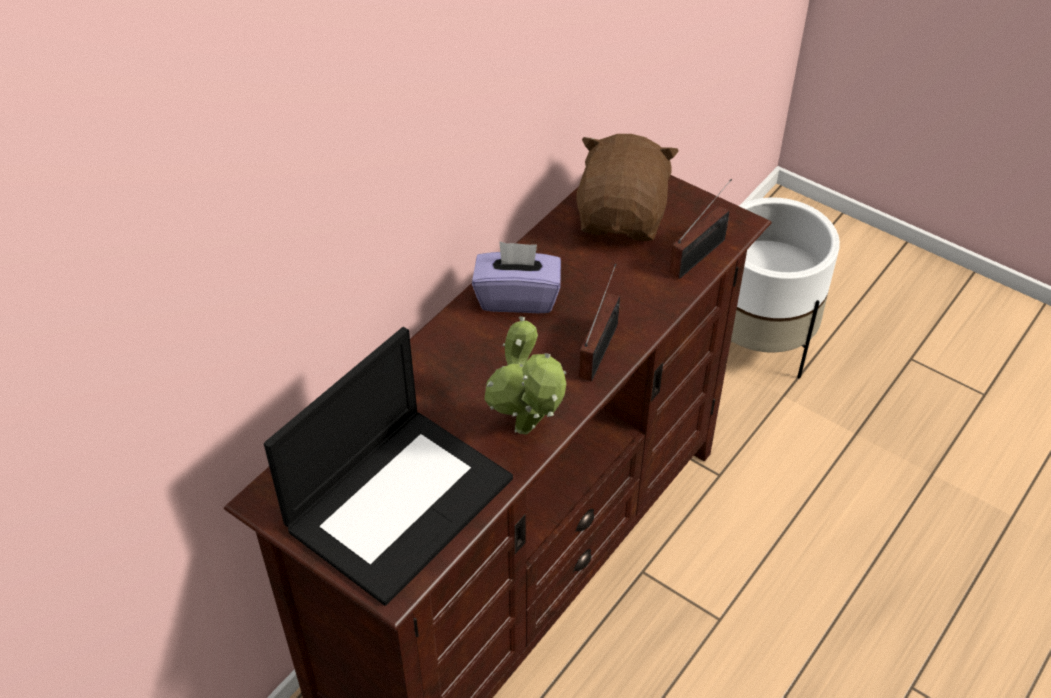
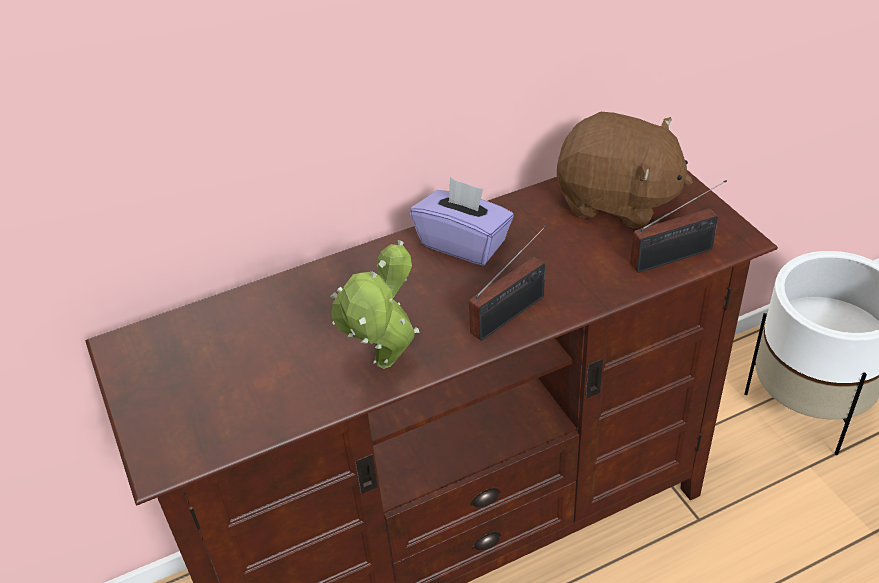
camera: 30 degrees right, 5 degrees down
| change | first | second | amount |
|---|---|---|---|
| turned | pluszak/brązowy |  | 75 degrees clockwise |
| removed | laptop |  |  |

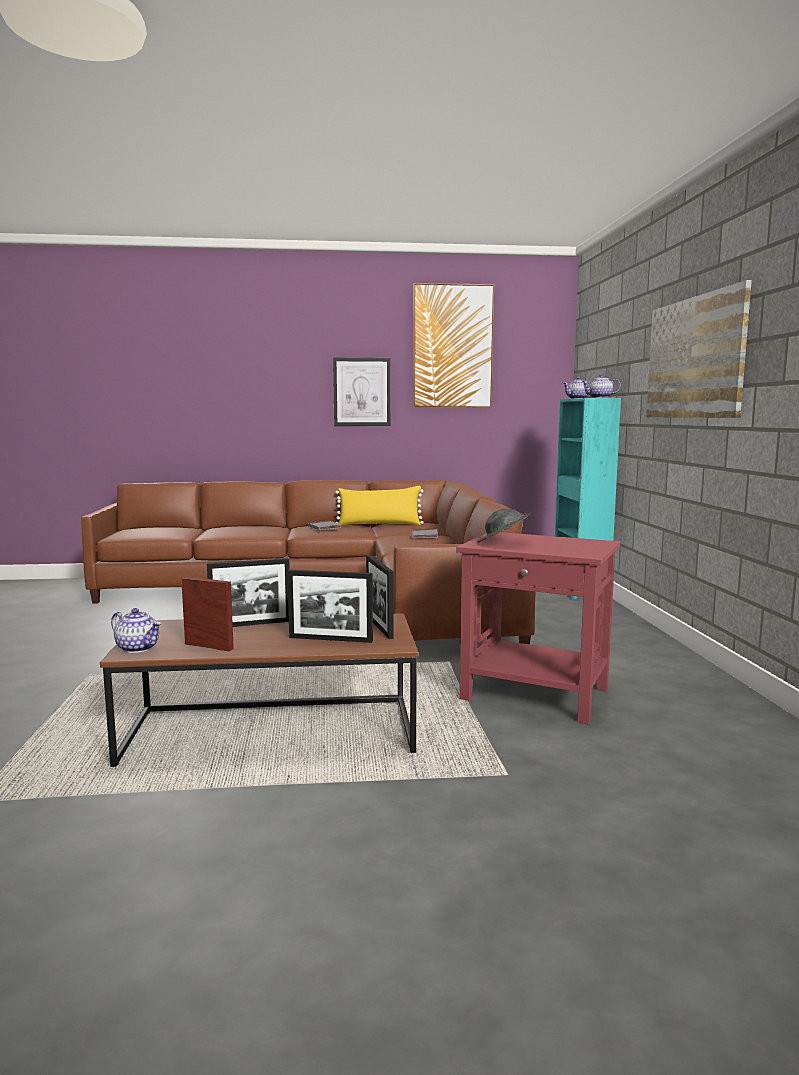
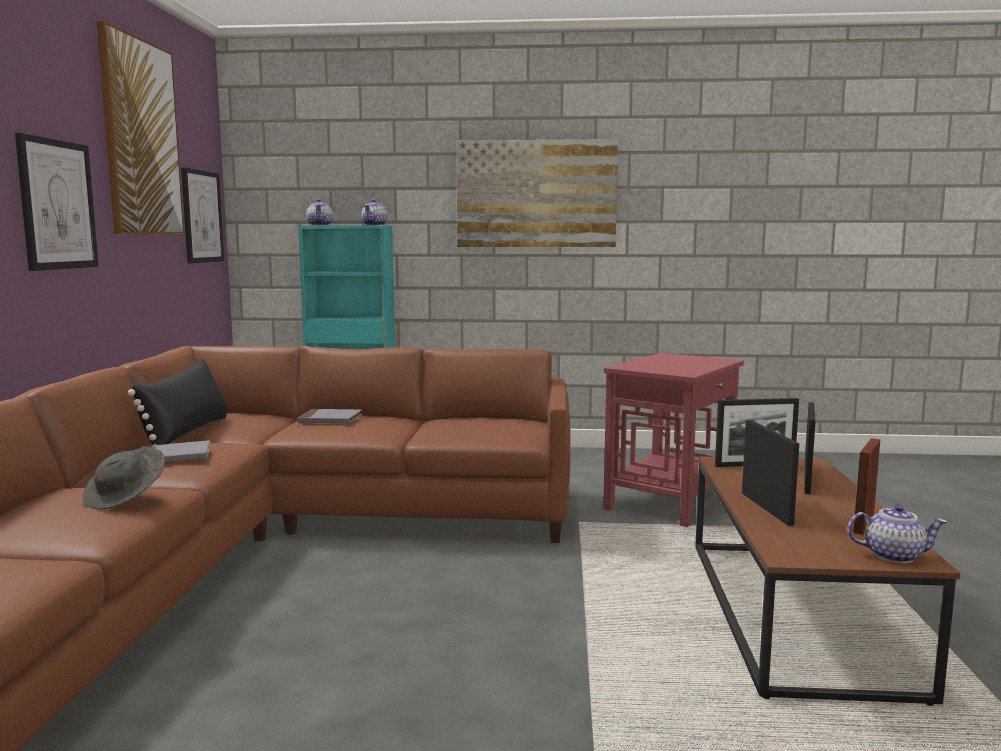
camera: 80 degrees left, 0 degrees up
| change | first | second | amount |
|---|---|---|---|
| moved | kapelusz/szary |  |  |
| recoloured | poduszka/żółty | poduszka/czarny |  |
| added |  | obraz (3rd from left) |  |
| turned | imbryk (1st from left in the first image) | imbryk (3rd from left) | 60 degrees clockwise |

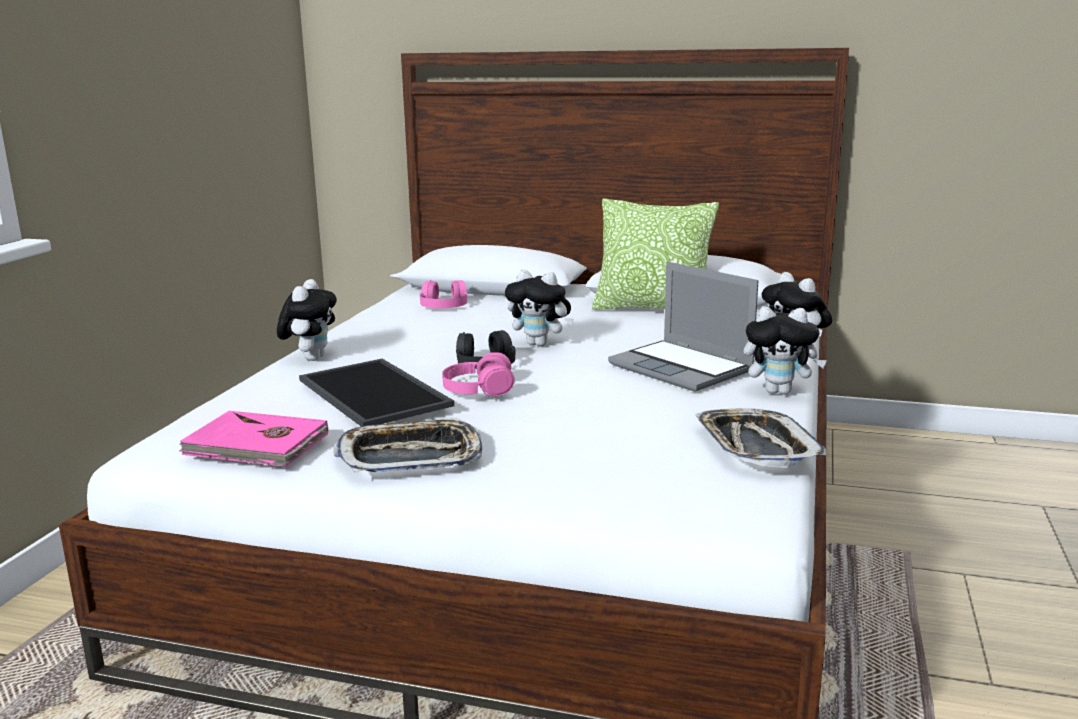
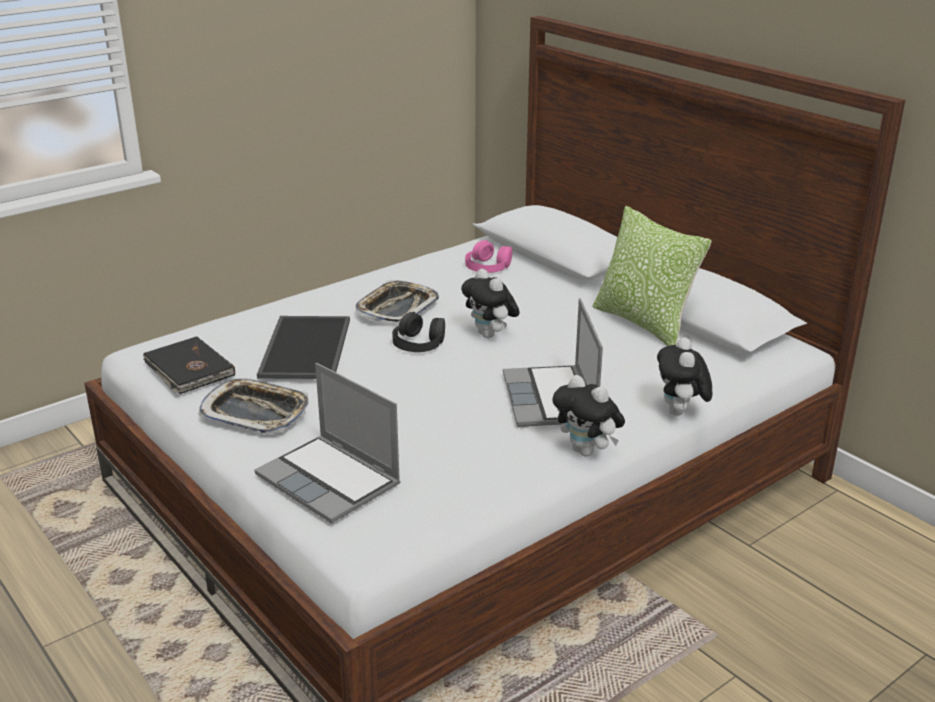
camera: 35 degrees right, 10 degrees up
| change | first | second | amount |
|---|---|---|---|
| recoloured | książka/różowy | książka/czarny |  |
| added |  | laptop (1st from left) |  |
| moved | taca (3rd from left) |  |  |
| removed | pluszak (1st from left) |  |  |
| removed | słuchawki/różowy (2nd from left) |  |  |

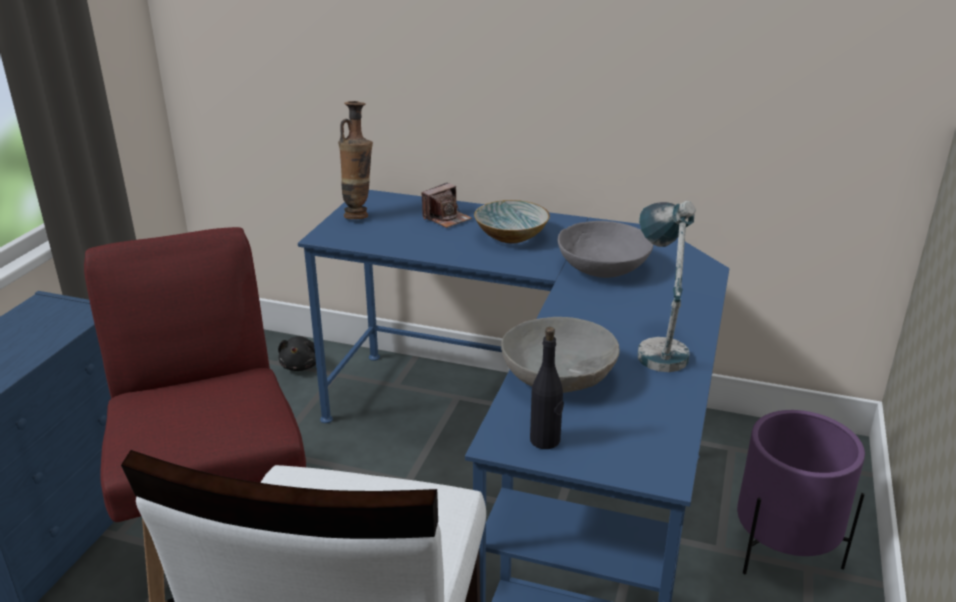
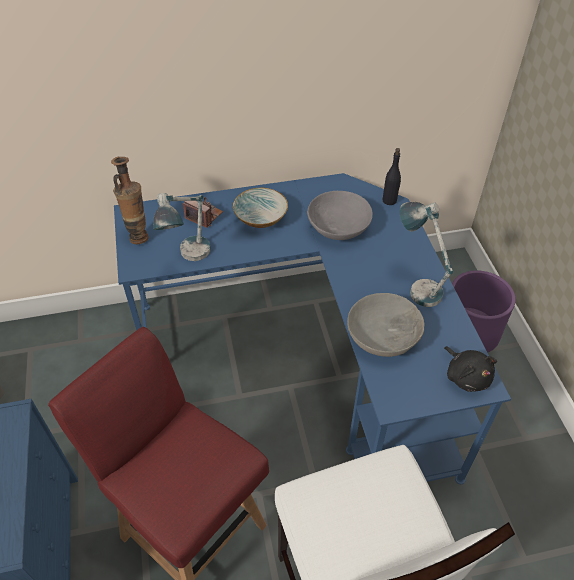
camera: 30 degrees left, 20 degrees up
| change | first | second | amount |
|---|---|---|---|
| added |  | lampa stołowa (1st from left) |  |
| turned | aparat fotograficzny |  | 75 degrees counterclockwise |
| moved | butelka/czarny |  |  |
| moved | pluszak/czarny |  |  |

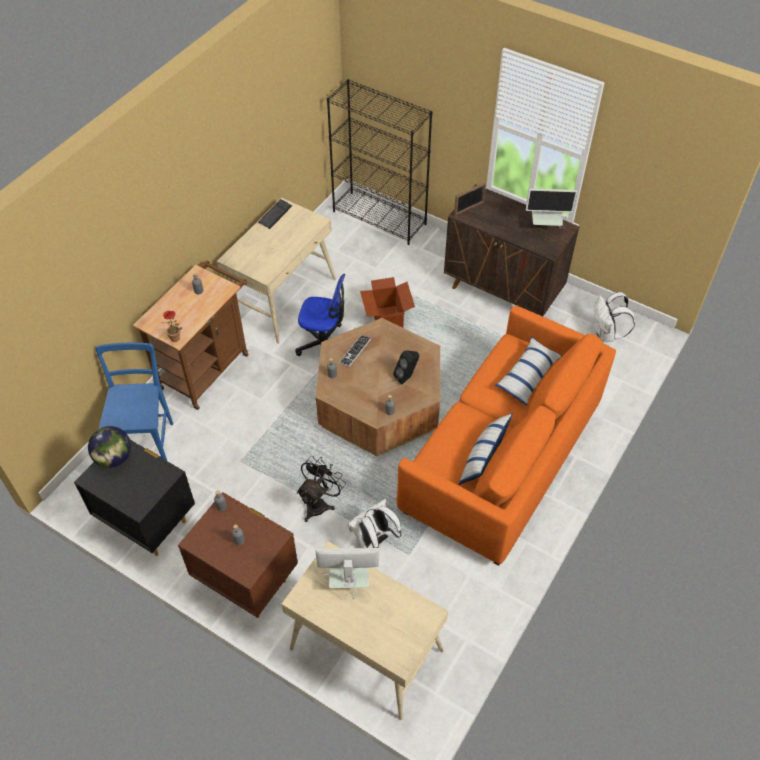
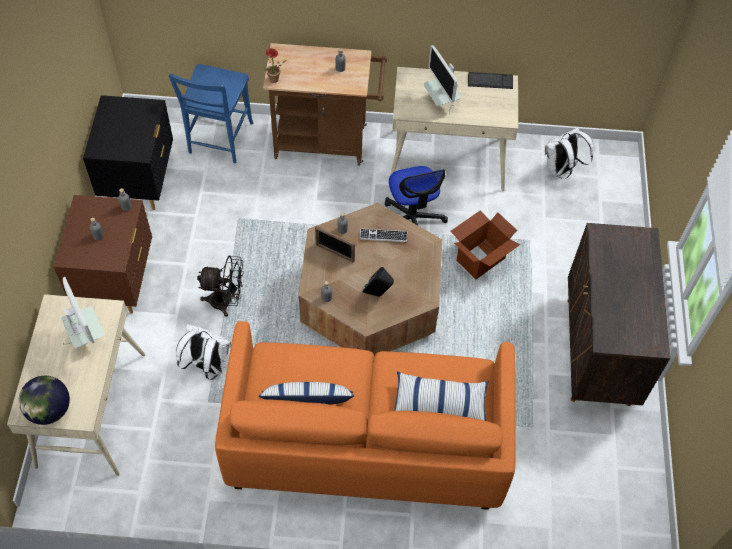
camera: 60 degrees right, 5 degrees up
| change | first | second | amount |
|---|---|---|---|
| moved | globus |  |  |
| turned | krzesło/niebieski |  | 135 degrees clockwise |
| moved | ramka na zdjęcie |  |  |
| moved | monitor (2nd from left) |  |  |
| moved | plecak/biały (2nd from left) |  |  |
| removed | regał/czarny |  |  |

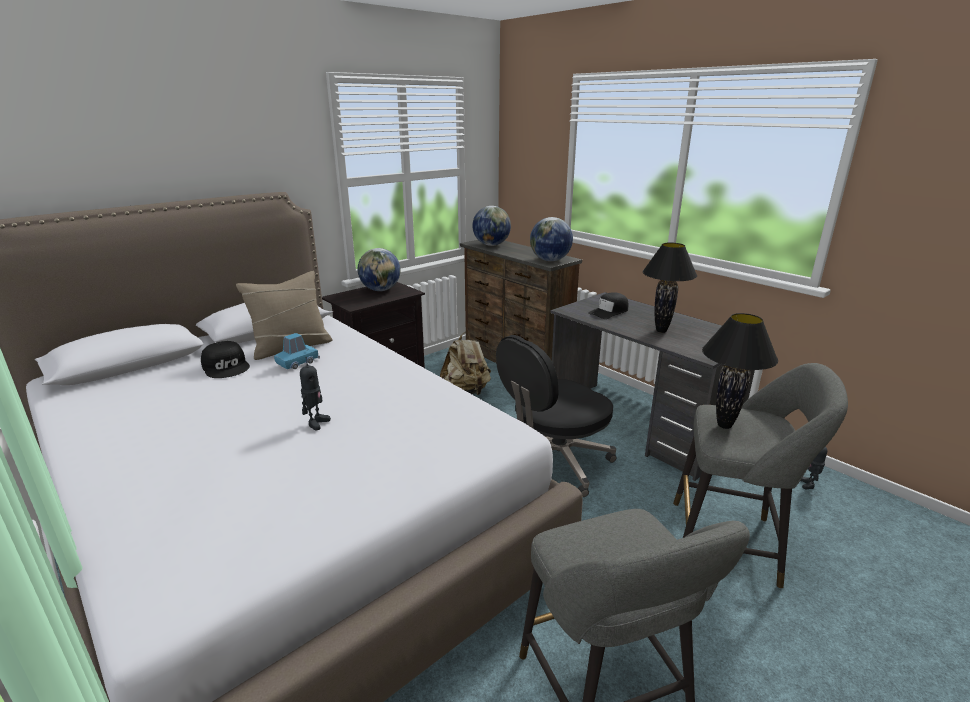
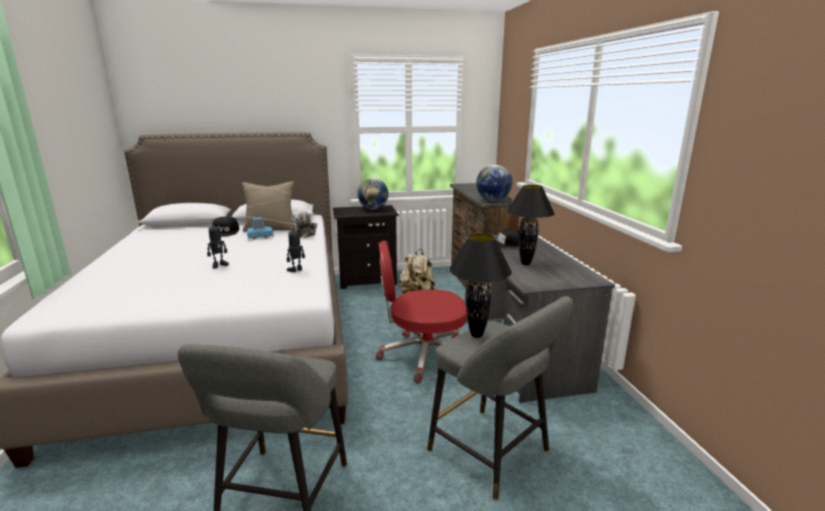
camera: 30 degrees right, 5 degrees down
| change | first | second | amount |
|---|---|---|---|
| moved | robot zabawkowy (2nd from left) |  |  |
| added |  | pluszak |  |
| recoloured | krzesło biurowe/czarny | krzesło biurowe/czerwony |  |
| removed | globus (2nd from left) |  |  |

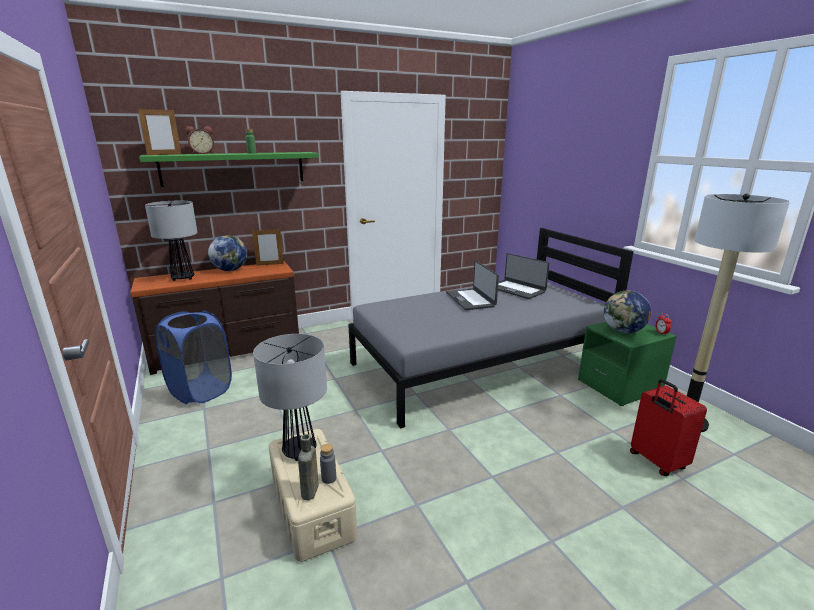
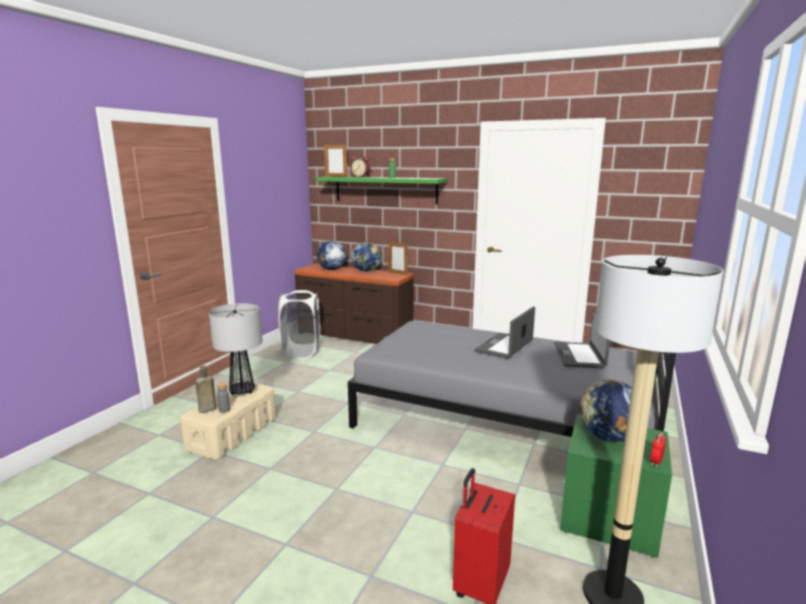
camera: 50 degrees right, 5 degrees down
| change | first | second | amount |
|---|---|---|---|
| recoloured | kosz na pranie/niebieski | kosz na pranie/biały |  |
| replaced | lampa stołowa (1st from left) | globus (1st from left) |  |

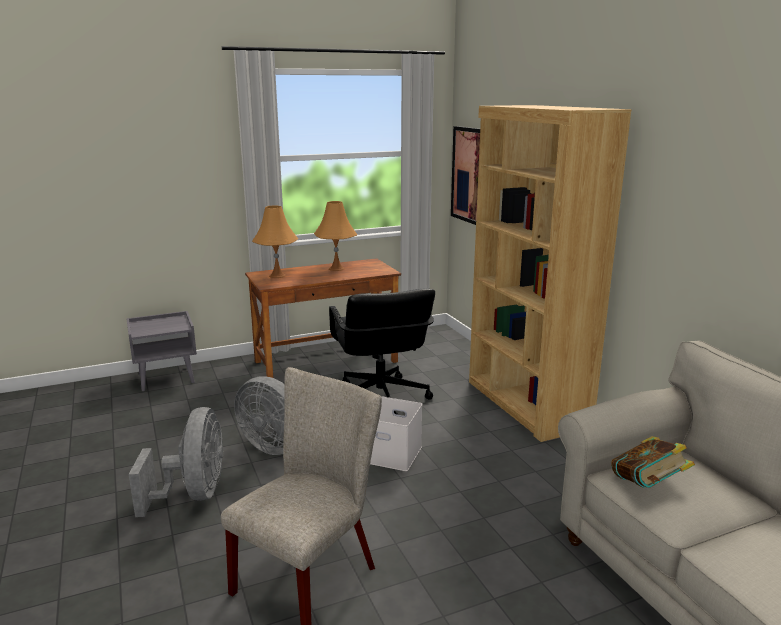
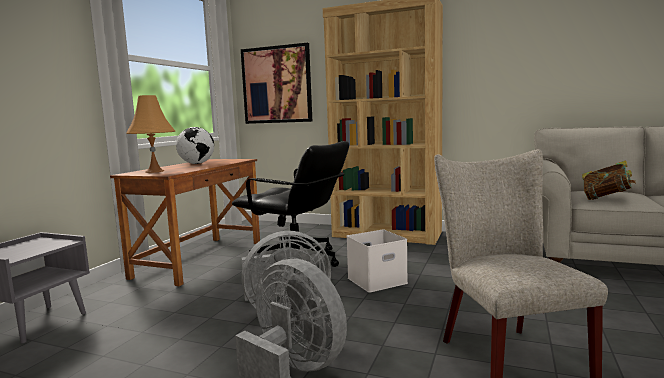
camera: 45 degrees left, 10 degrees down
| change | first | second | amount |
|---|---|---|---|
| replaced | lampa stołowa/pomarańczowy (2nd from left) | globus |  |

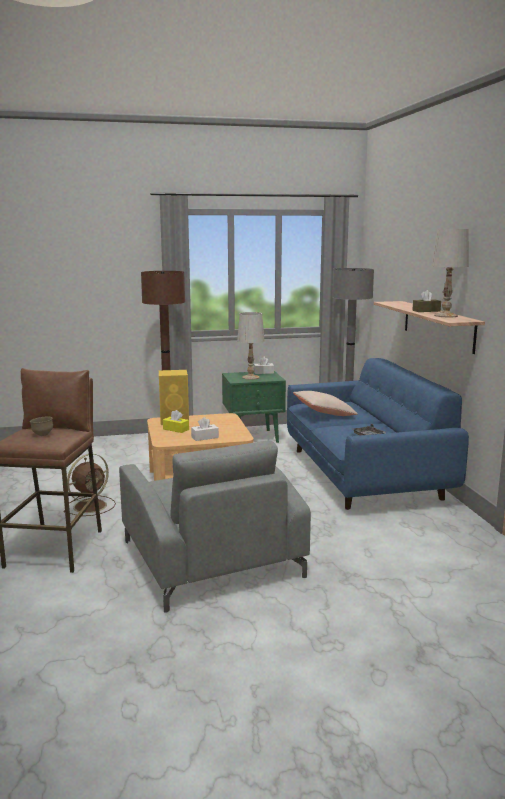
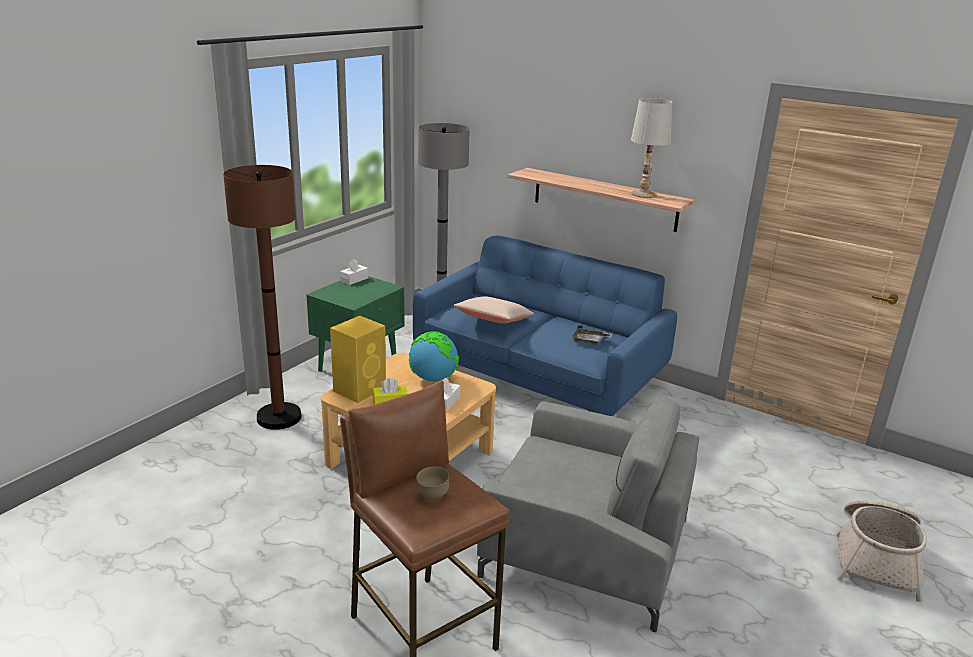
camera: 45 degrees left, 10 degrees up
| change | first | second | amount |
|---|---|---|---|
| added |  | globus |  |
| added |  | koszyk |  |
| removed | wentylator/brązowy |  |  |
| removed | lampa stołowa/biały (1st from left) |  |  |
| removed | pudełko chusteczek/brązowy |  |  |

